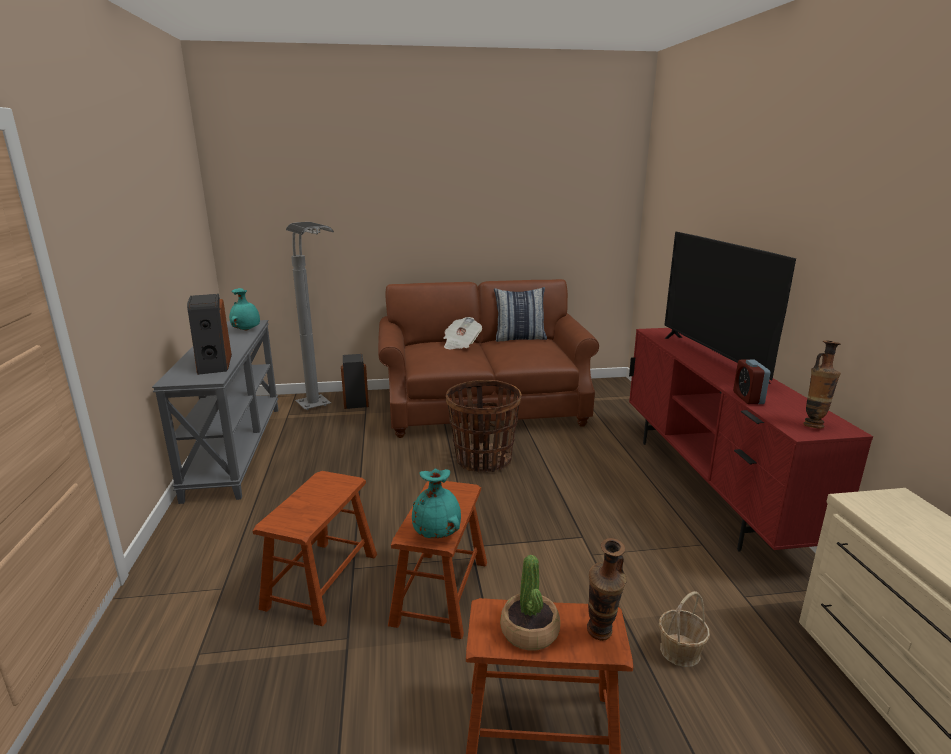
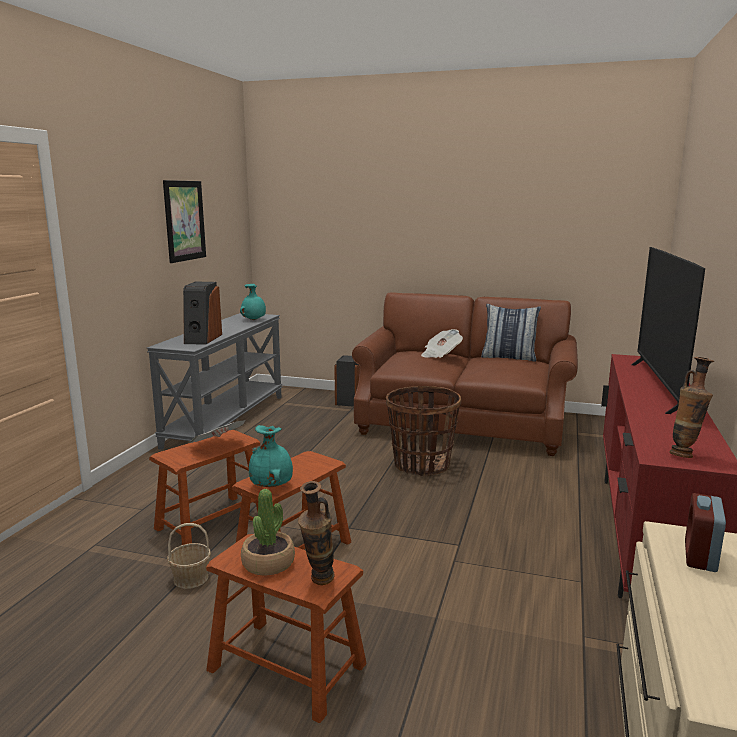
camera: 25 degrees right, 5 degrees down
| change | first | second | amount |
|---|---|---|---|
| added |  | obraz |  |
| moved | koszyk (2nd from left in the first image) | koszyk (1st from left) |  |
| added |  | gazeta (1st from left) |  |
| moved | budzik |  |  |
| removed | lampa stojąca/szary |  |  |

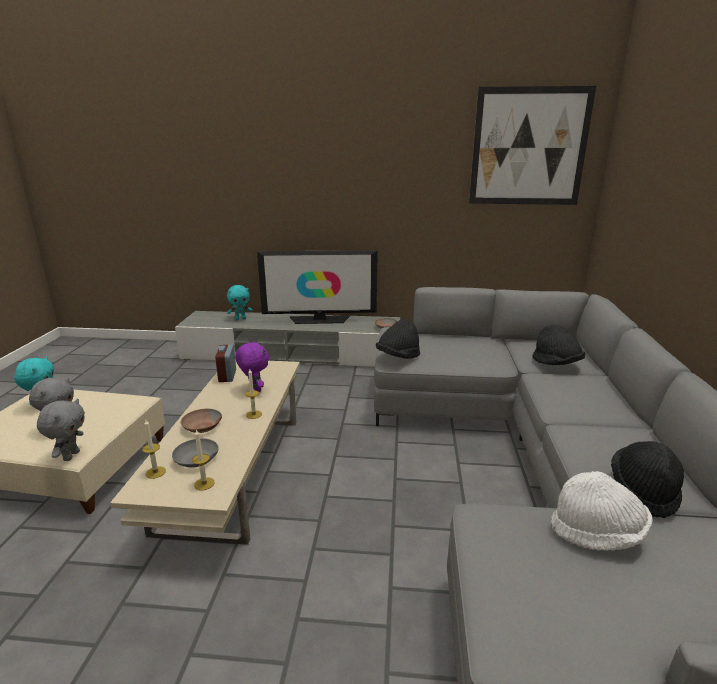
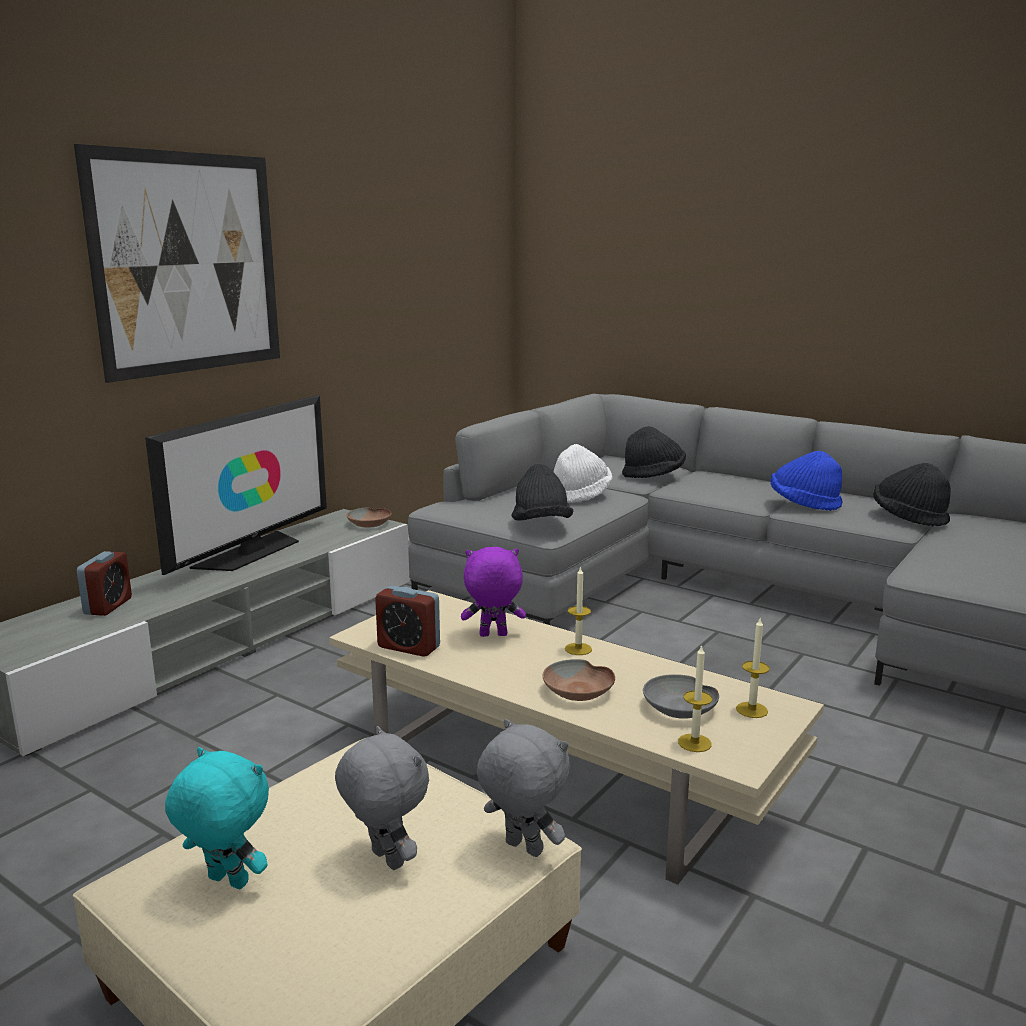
camera: 60 degrees left, 5 degrees down
| change | first | second | amount |
|---|---|---|---|
| moved | obraz |  |  |
| replaced | pluszak/turkusowy (2nd from left) | budzik (1st from left) |  |
| moved | kapelusz/biały |  |  |
| added |  | kapelusz/niebieski |  |

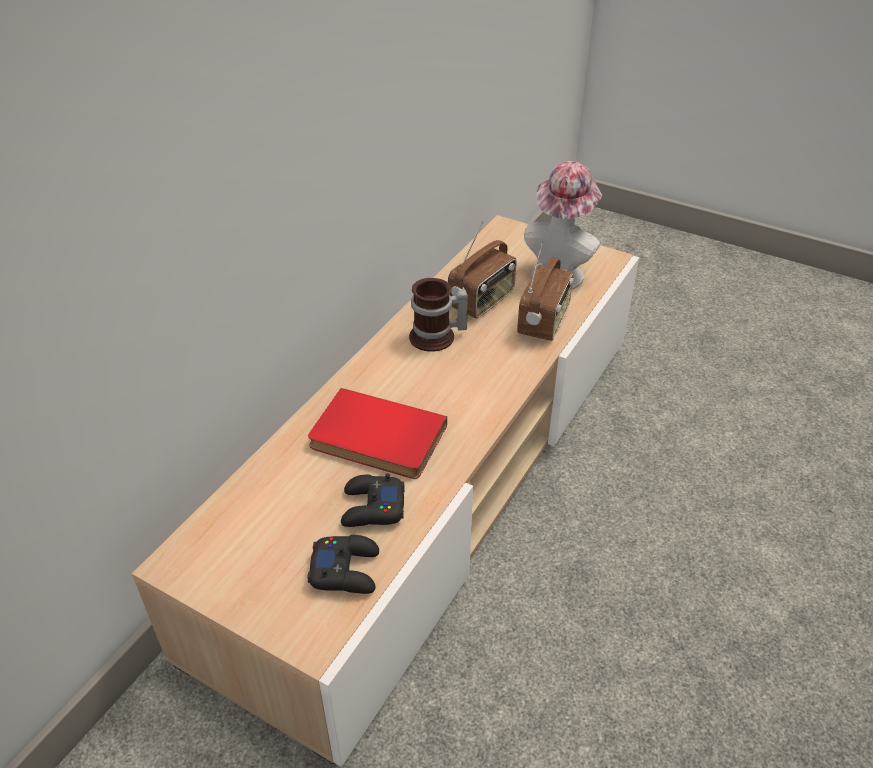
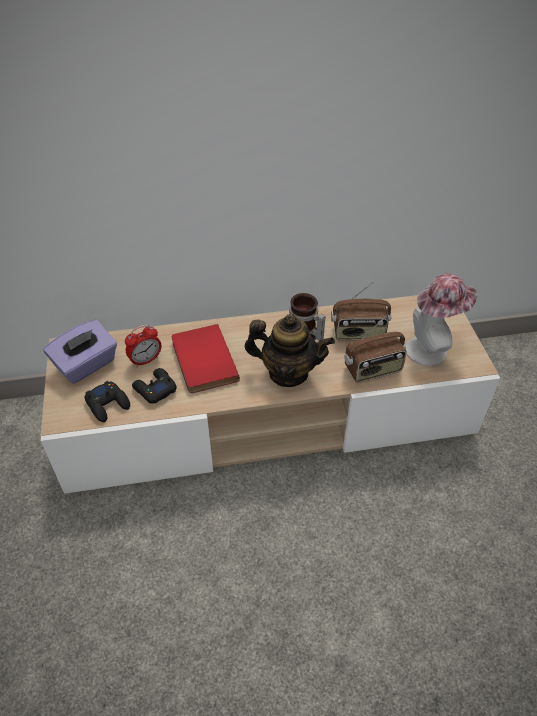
camera: 50 degrees right, 5 degrees up
| change | first | second | amount |
|---|---|---|---|
| added |  | pudełko chusteczek/fioletowy |  |
| added |  | budzik |  |
| added |  | imbryk |  |

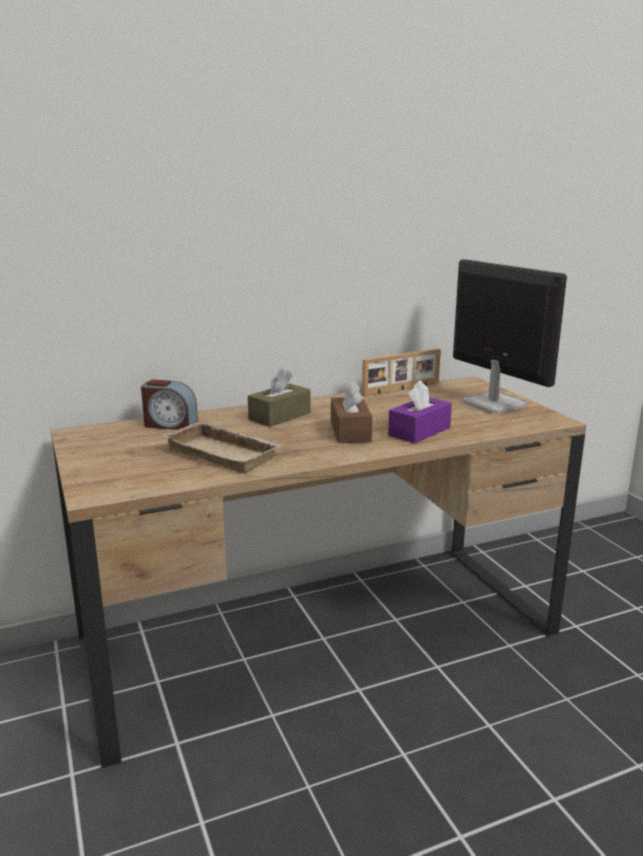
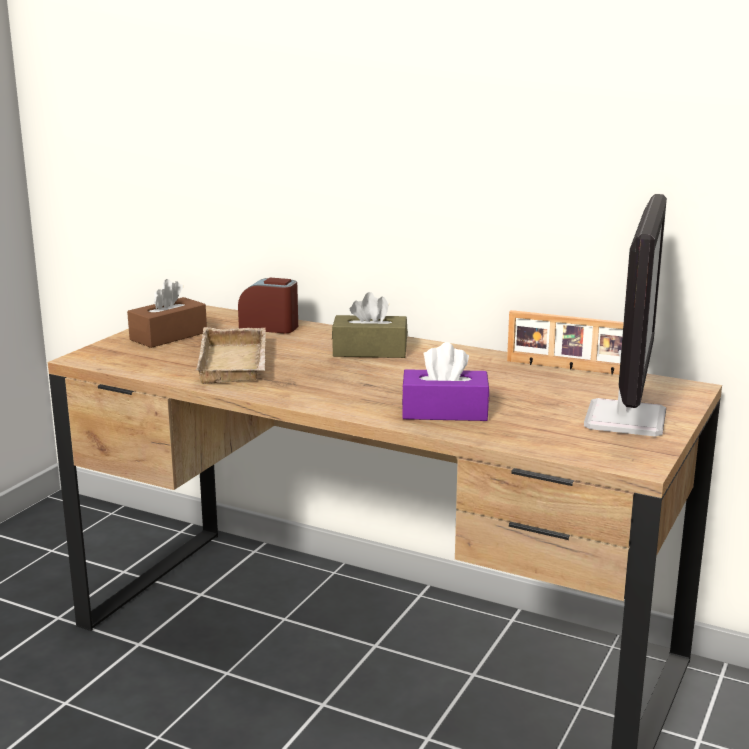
camera: 50 degrees right, 0 degrees up
| change | first | second | amount |
|---|---|---|---|
| moved | pudełko chusteczek/brązowy (2nd from left in the first image) | pudełko chusteczek/brązowy (1st from left) |  |
| turned | budzik |  | 135 degrees clockwise |

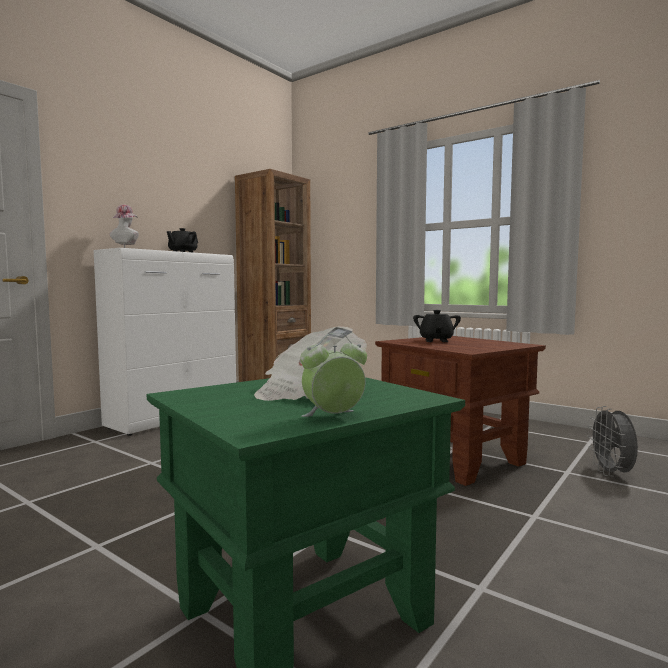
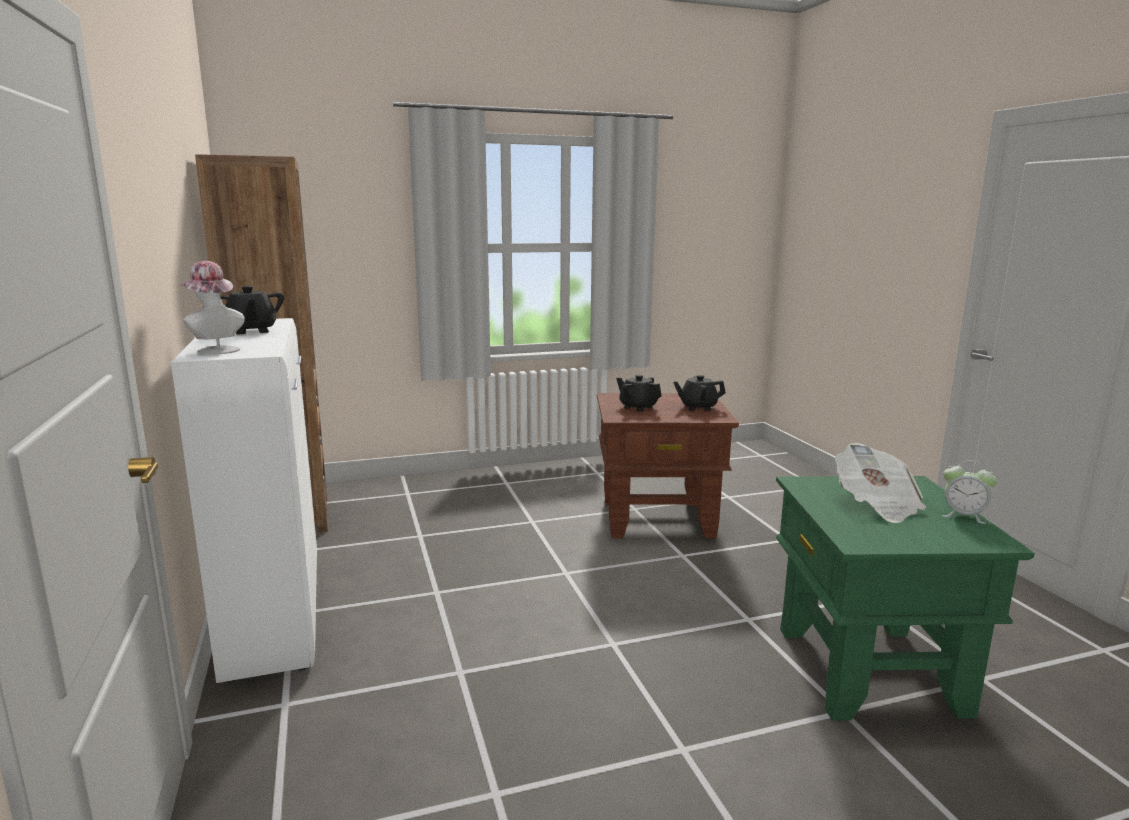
camera: 55 degrees left, 10 degrees up
| change | first | second | amount |
|---|---|---|---|
| added |  | imbryk/czarny (3rd from left) |  |
| turned | budzik |  | 75 degrees counterclockwise |
| removed | wentylator/szary |  |  |

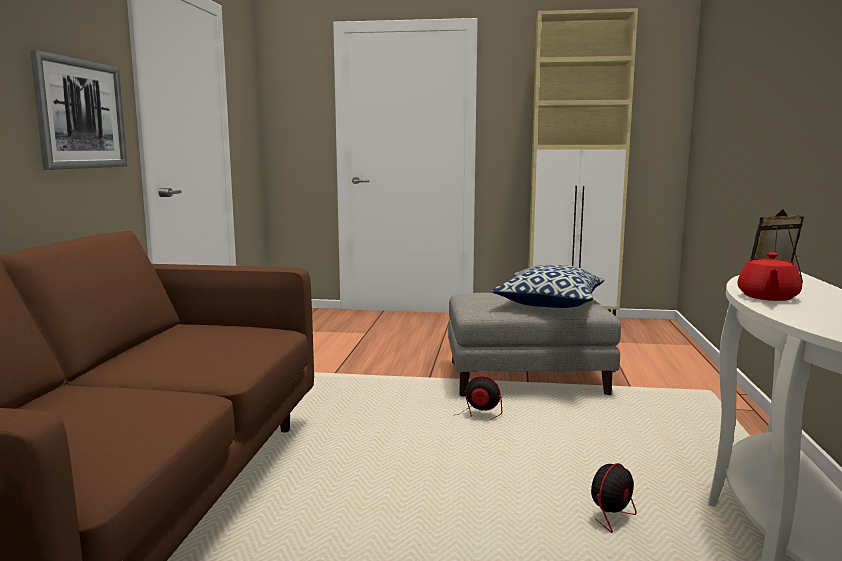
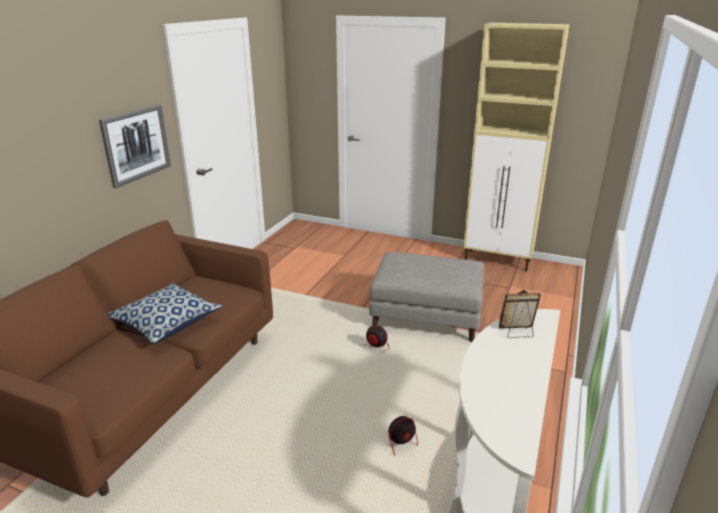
camera: 15 degrees right, 15 degrees up
| change | first | second | amount |
|---|---|---|---|
| moved | poduszka |  |  |
| removed | imbryk/czerwony |  |  |

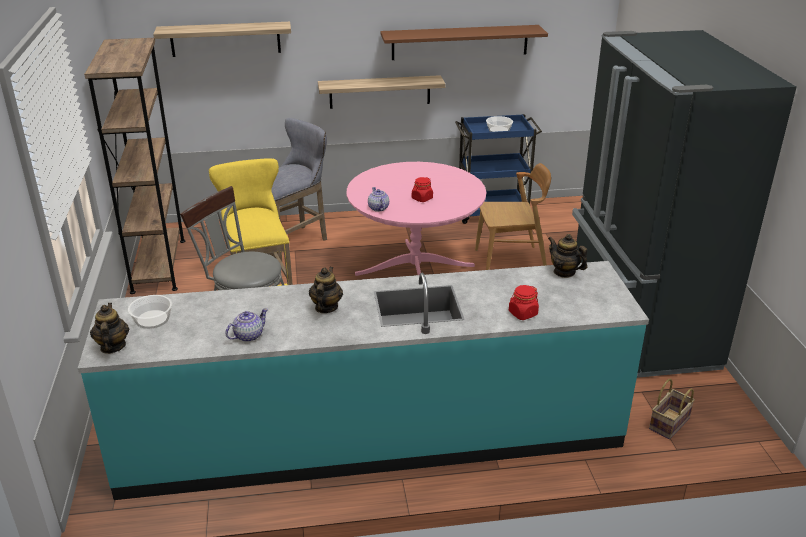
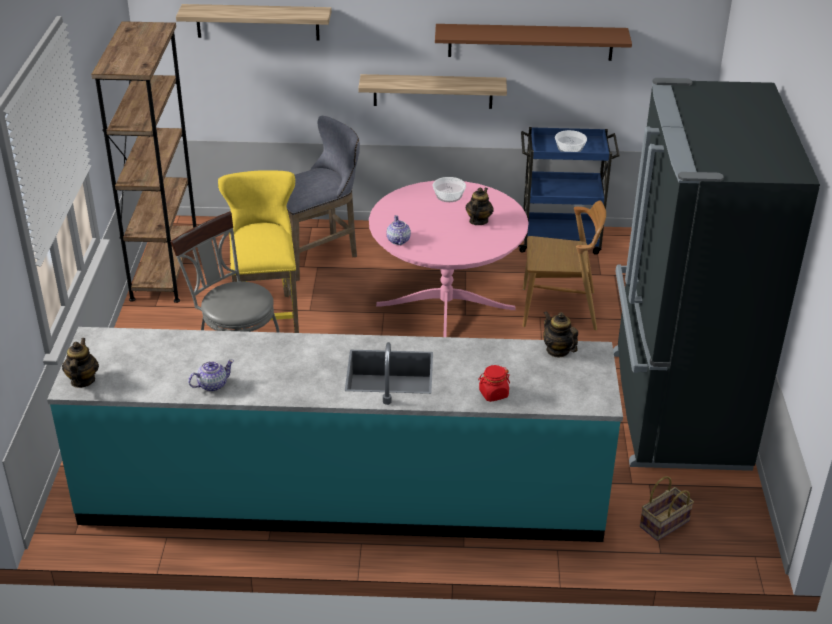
camera: 10 degrees right, 5 degrees up
| change | first | second | amount |
|---|---|---|---|
| moved | miska (1st from left) |  |  |
| moved | imbryk (3rd from left in the first image) | imbryk (4th from left) |  |
| removed | słoik/czerwony (1st from left) |  |  |

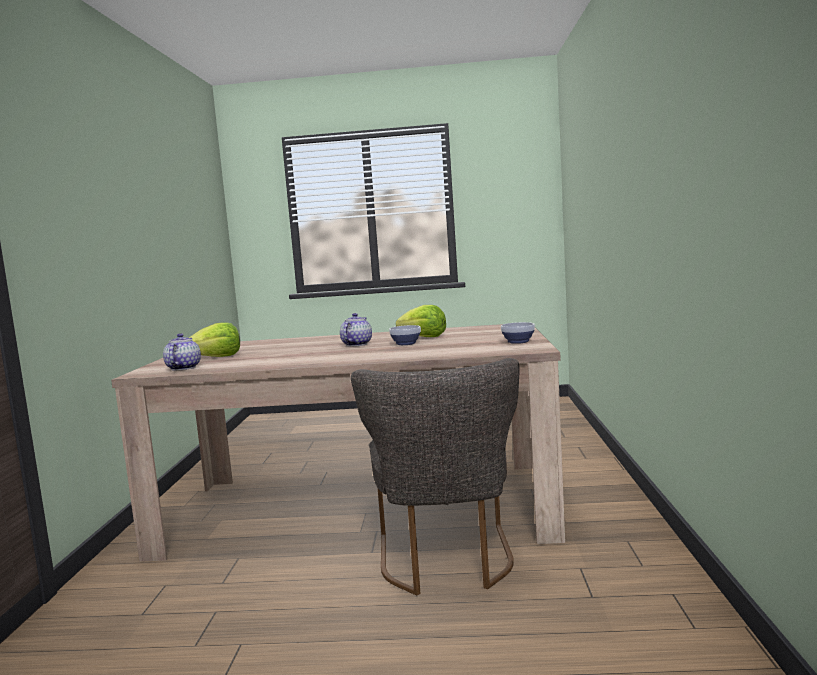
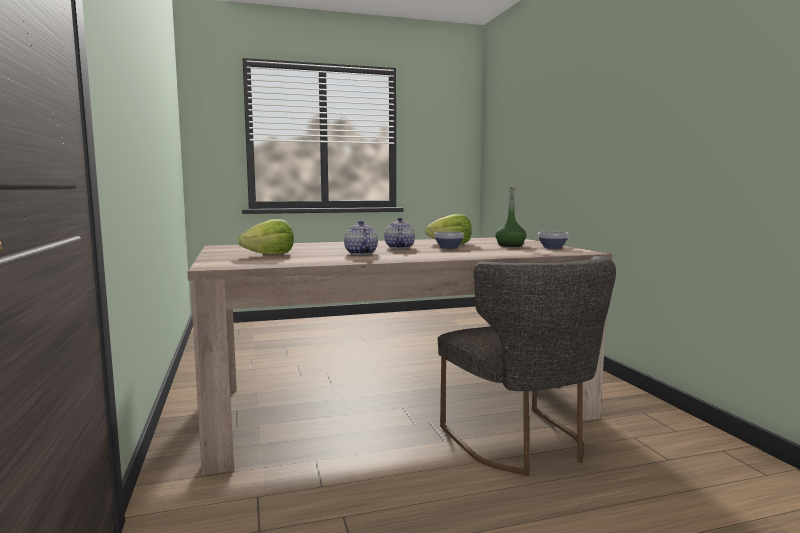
camera: 20 degrees left, 0 degrees up
| change | first | second | amount |
|---|---|---|---|
| moved | imbryk (1st from left) |  |  |
| added |  | butelka/zielony |  |

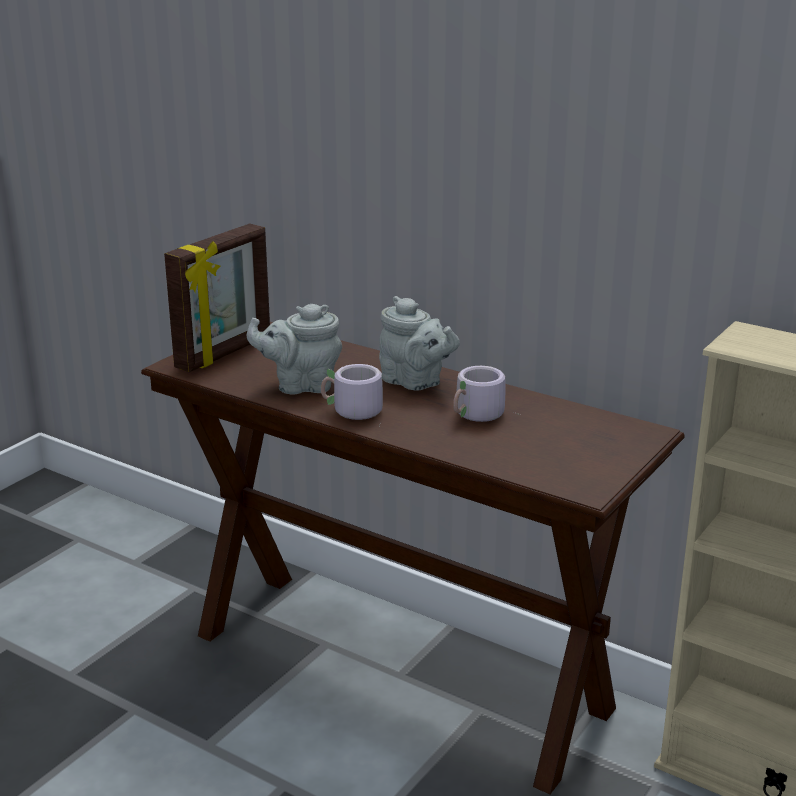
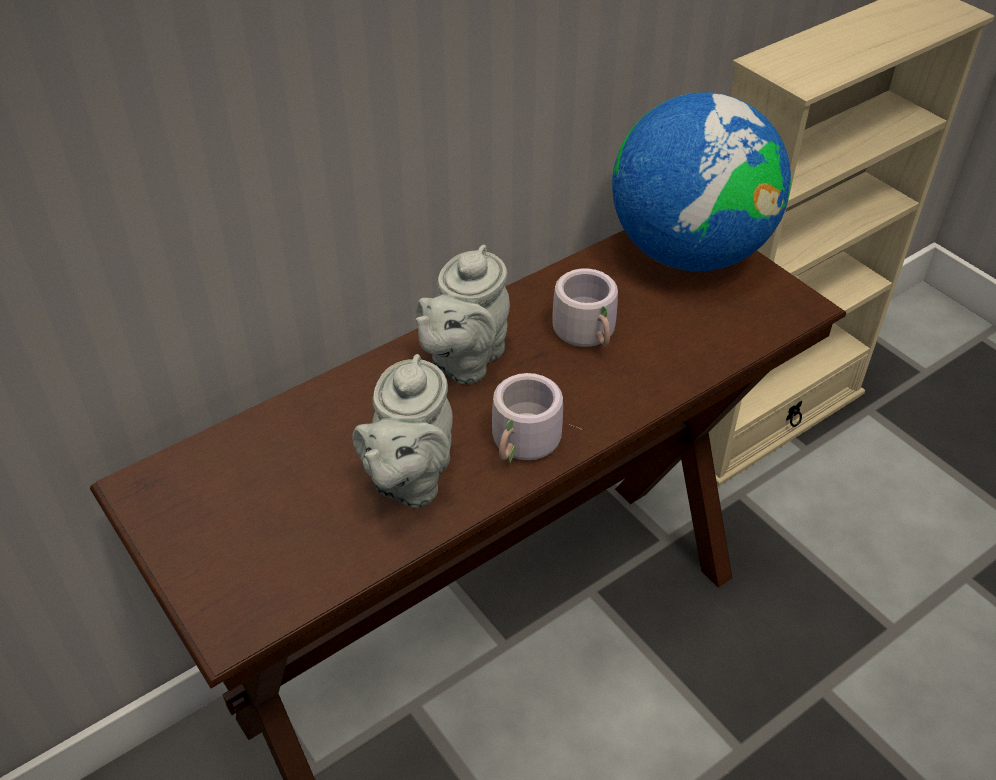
camera: 70 degrees left, 20 degrees up
| change | first | second | amount |
|---|---|---|---|
| turned | imbryk/szary (2nd from left) |  | 150 degrees clockwise |
| added |  | globus |  |
| removed | ramka na zdjęcie |  |  |

